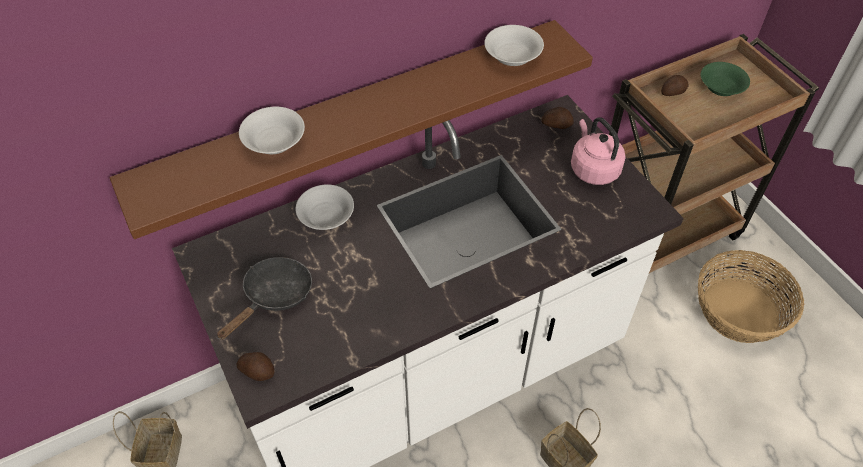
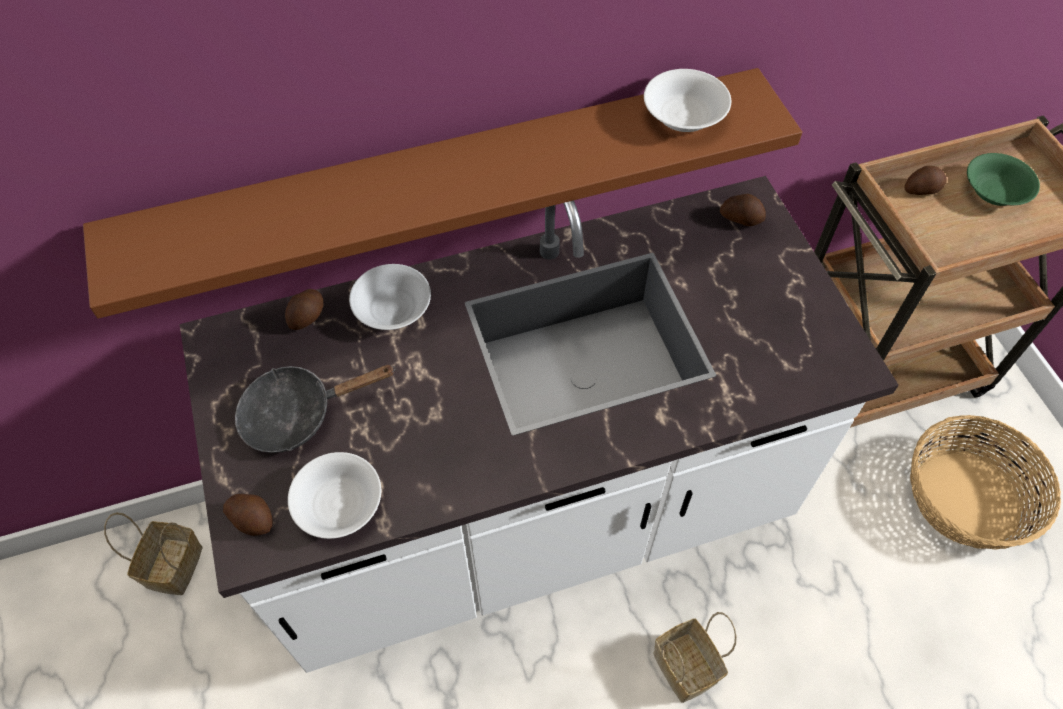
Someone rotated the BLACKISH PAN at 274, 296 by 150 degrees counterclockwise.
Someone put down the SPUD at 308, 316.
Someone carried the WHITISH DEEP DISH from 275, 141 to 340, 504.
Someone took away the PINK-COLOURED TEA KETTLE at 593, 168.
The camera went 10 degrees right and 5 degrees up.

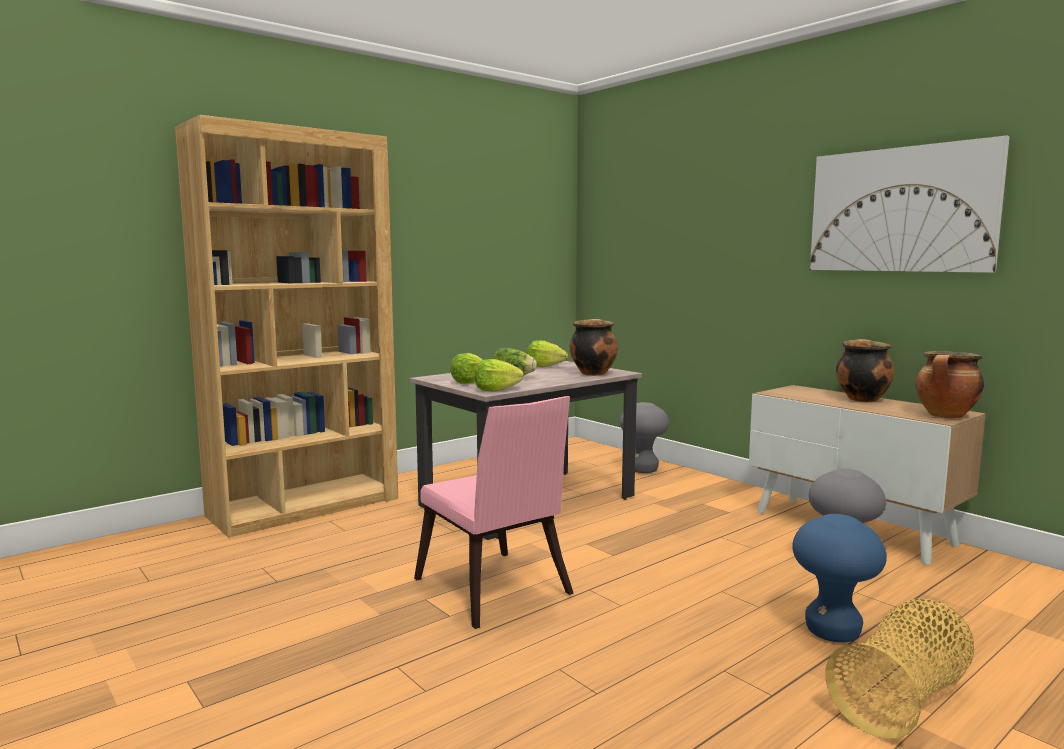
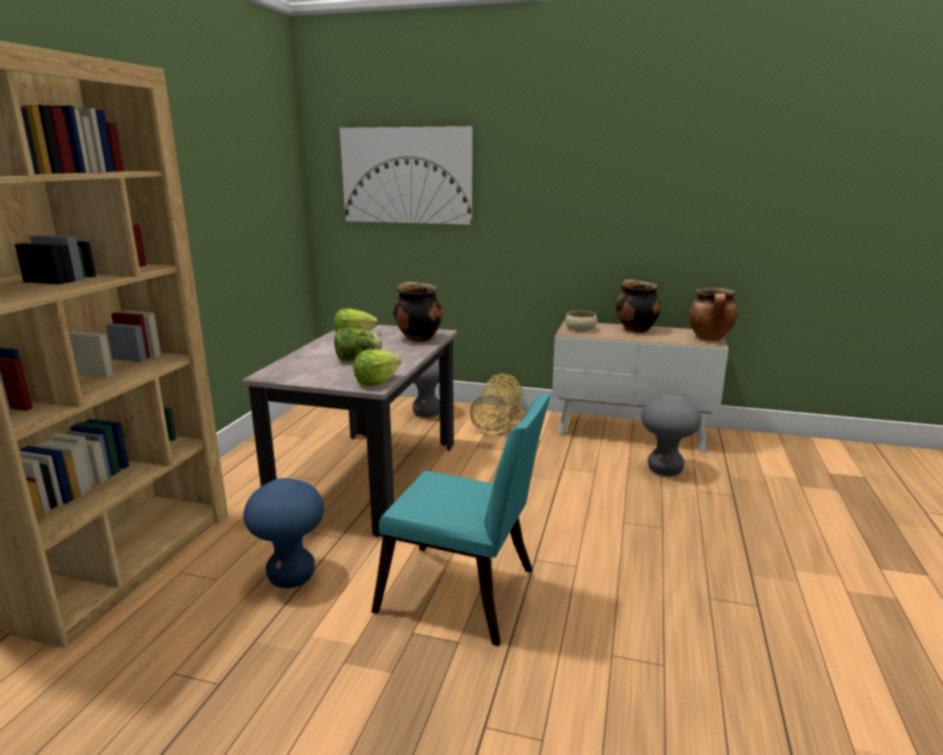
Someone carried the BLUE STOOL SEAT from 832, 632 to 291, 577.
Someone carried the PICTURE from 900, 210 to 407, 175.
Someone repainted the PINK-COLOURED CHAIR at 495, 592, which became the BLUE-GREEN CHAIR at 465, 595.
Someone carried the BASKET from 902, 699 to 498, 419.
Someone put down the SAND-COLOURED DEEP DISH at 580, 329.
Someone took away the LETTUCE at 469, 382.
The camera went 35 degrees left and 10 degrees up.

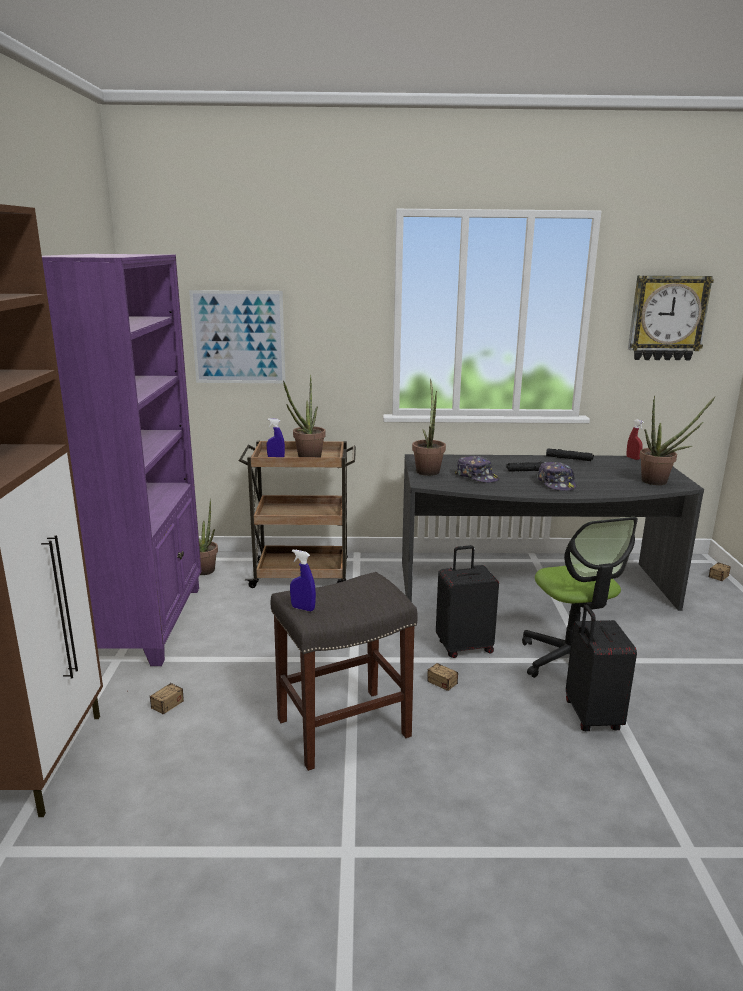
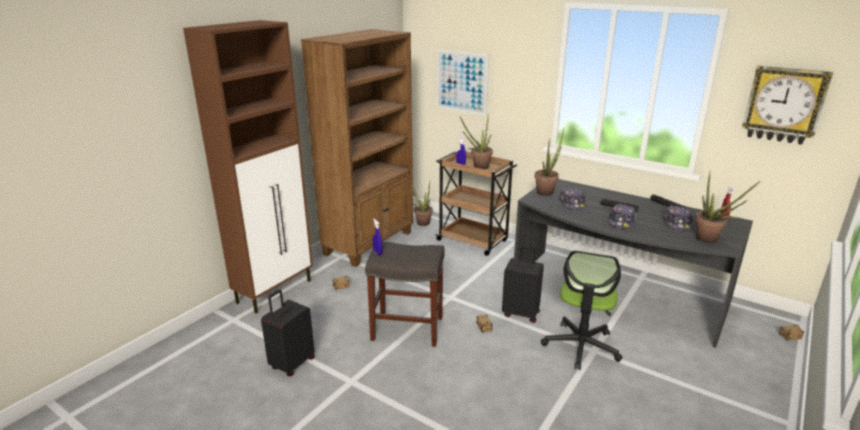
Someone carried the BLACKISH TRAVEL CASE from 590, 716 to 292, 363.
Someone repainted the PURPLISH BOOKCASE at 147, 622, which became the BROWNISH BOOKCASE at 370, 243.
Someone put down the PEAKED CAP at 677, 223.
The camera went 35 degrees right and 5 degrees up.

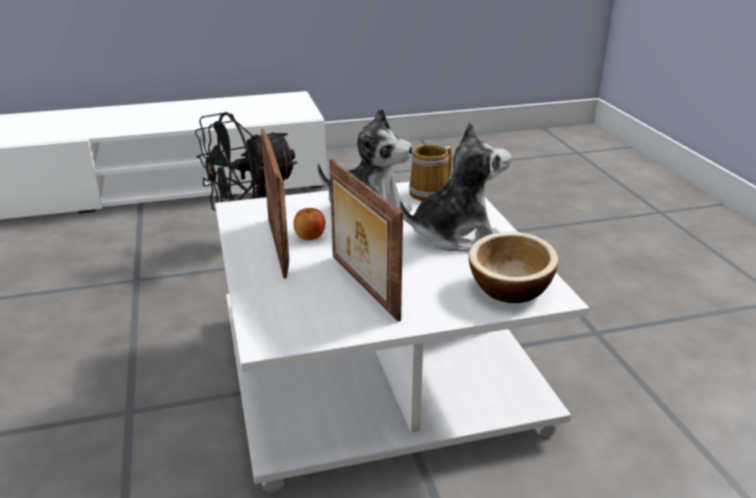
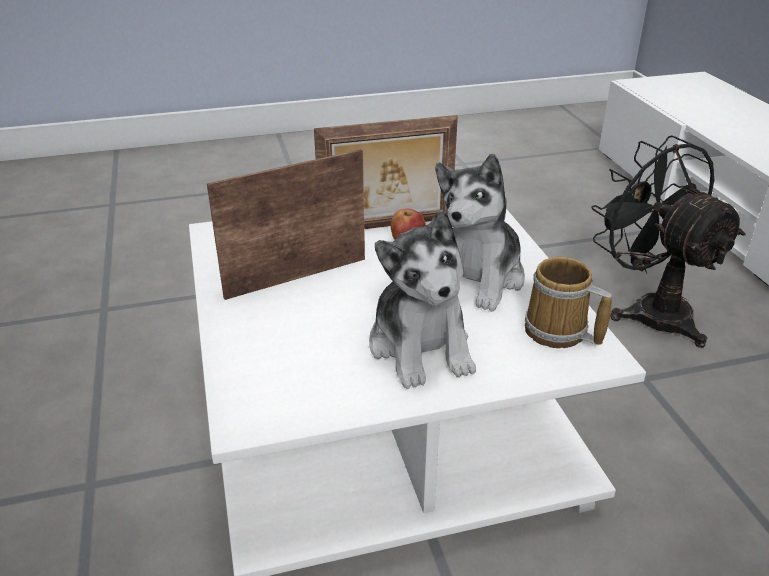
Someone took away the DEEP DISH at 509, 288.
The camera went 90 degrees right and 5 degrees up.

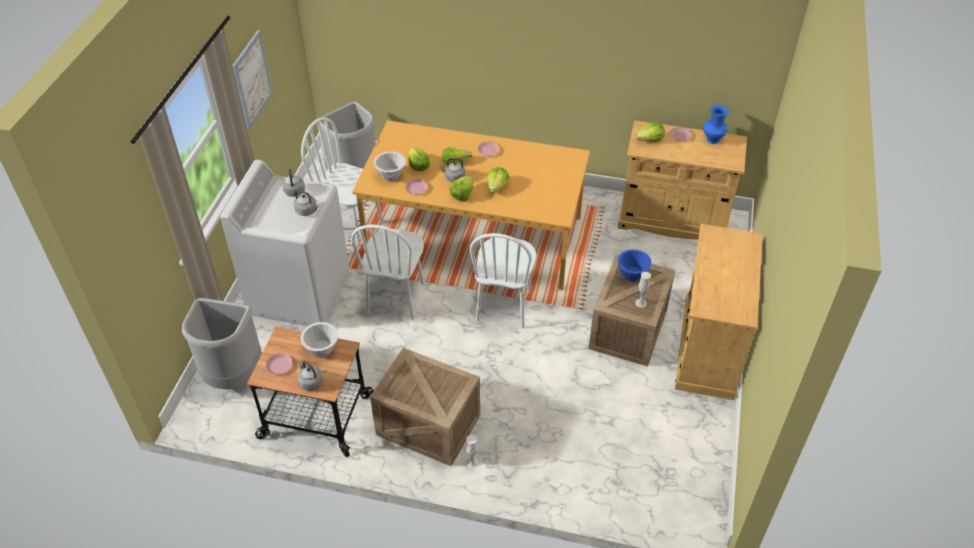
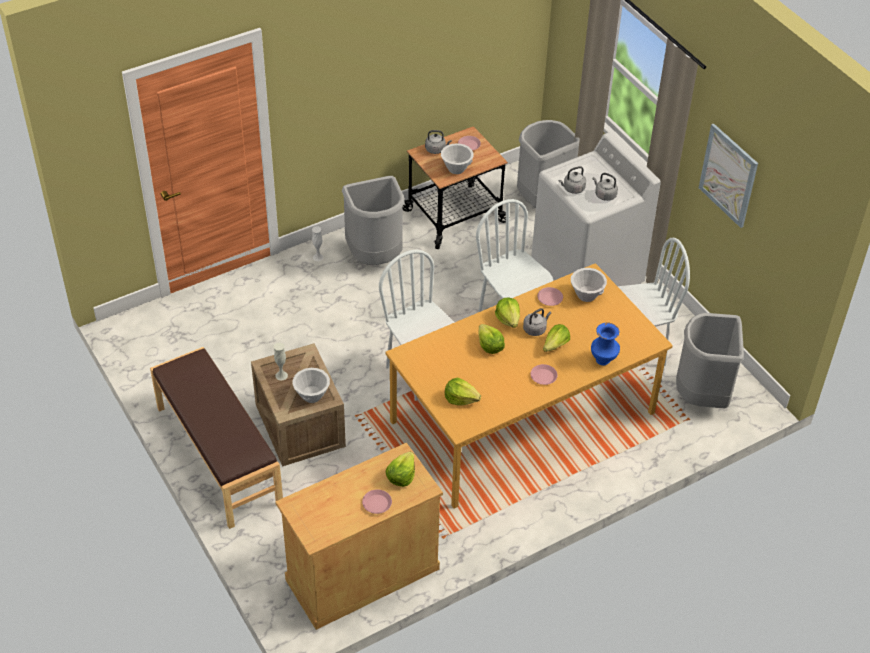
Someone swapped the SAND-COLOURED CUPBOARD at 708, 347 for the BROWNISH BENCH at 217, 455.
Someone repainted the BLUE DEEP DISH at 632, 274, which became the WHITISH DEEP DISH at 312, 396.
Someone swapped the PACKING CRATE at 426, 425 for the GREY TRASH CAN at 375, 257.
Someone carried the LETTUCE from 418, 165 to 461, 398.
Someone carried the BLUE VASE from 712, 140 to 603, 360.
The camera went 135 degrees right and 0 degrees up.

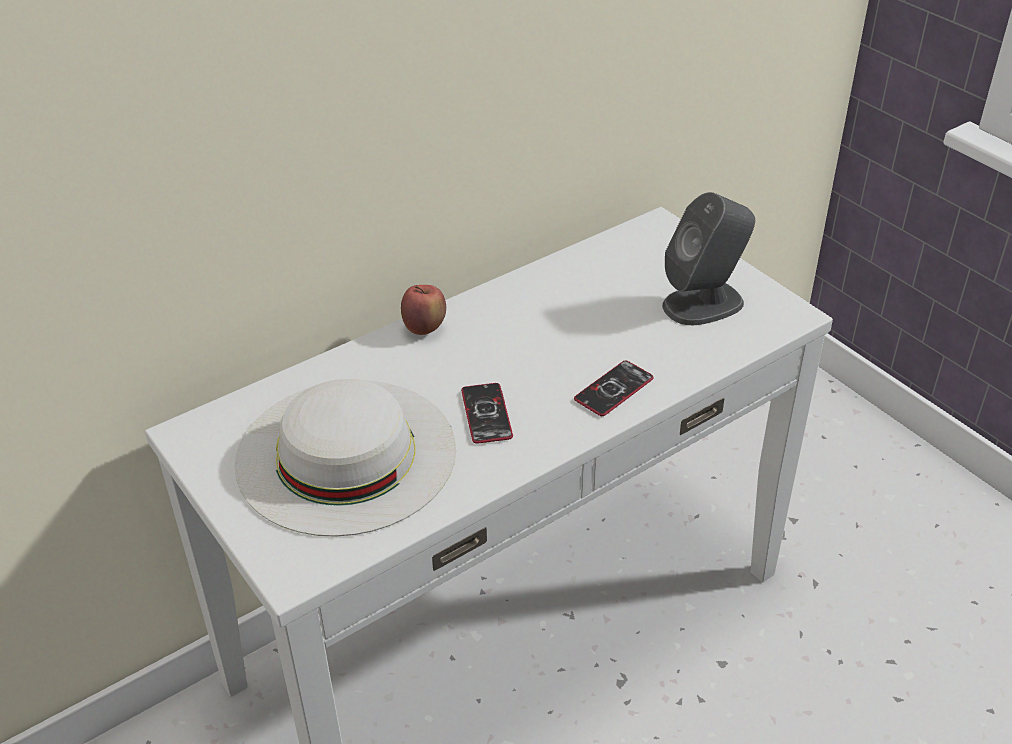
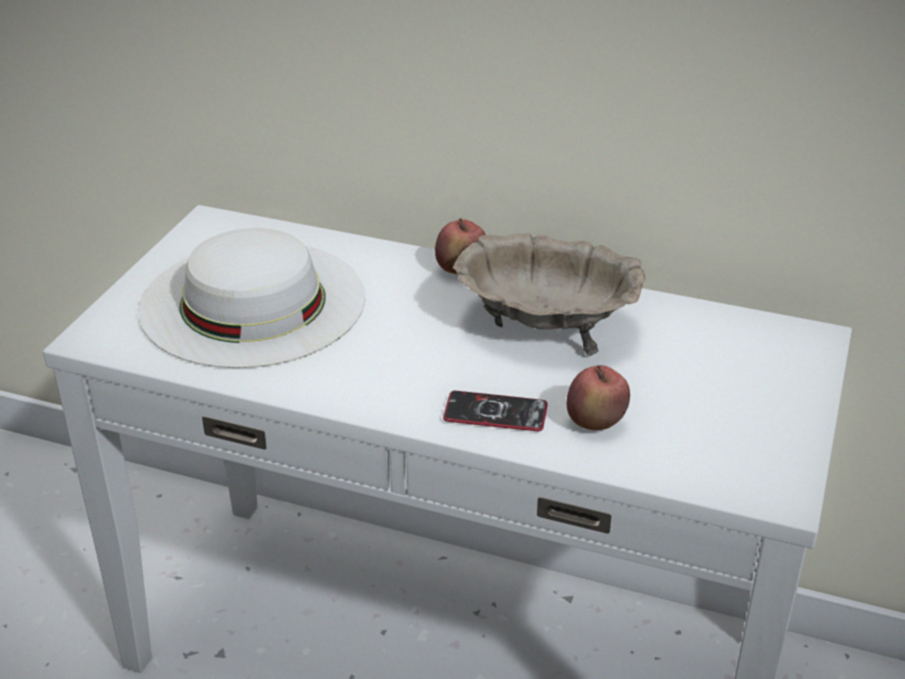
Someone put down the SAND-COLOURED DEEP DISH at 545, 327.
Someone put down the APPLE FRUIT at 595, 424.
Someone took away the TELEPHONE at 486, 414.
Someone took away the GREY SPEAKER at 704, 303.
The camera went 55 degrees right and 5 degrees down.

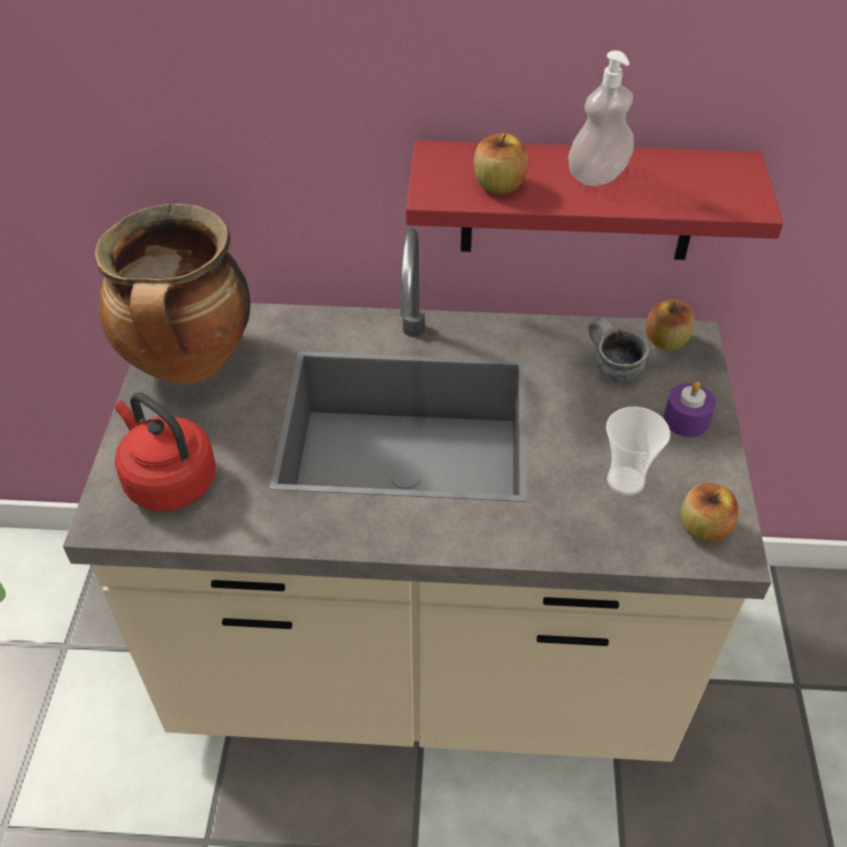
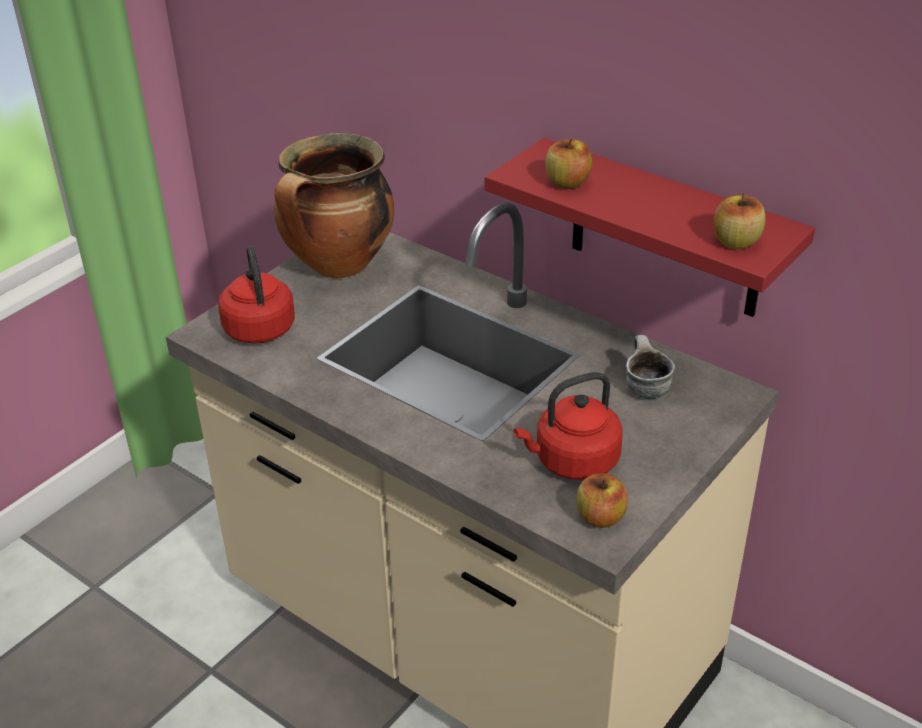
Someone swapped the DRINKING CUP at 625, 481 for the RED TEA KETTLE at 572, 461.
Someone carried the APPLE FRUIT from 665, 341 to 736, 242.
Someone took away the SOAP DISPENSER at 597, 176.
Someone took away the PURPLISH WAX LIGHT at 686, 420.
The camera went 35 degrees right and 10 degrees down.

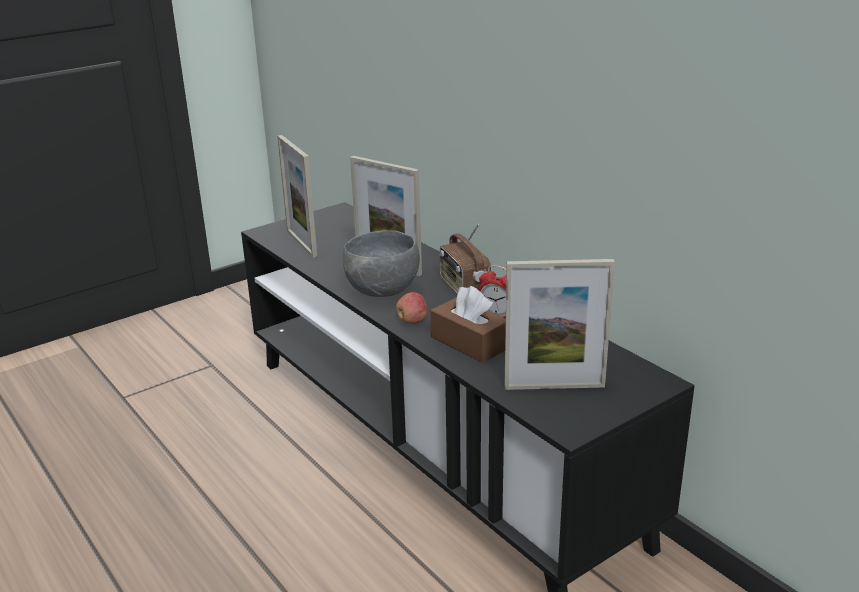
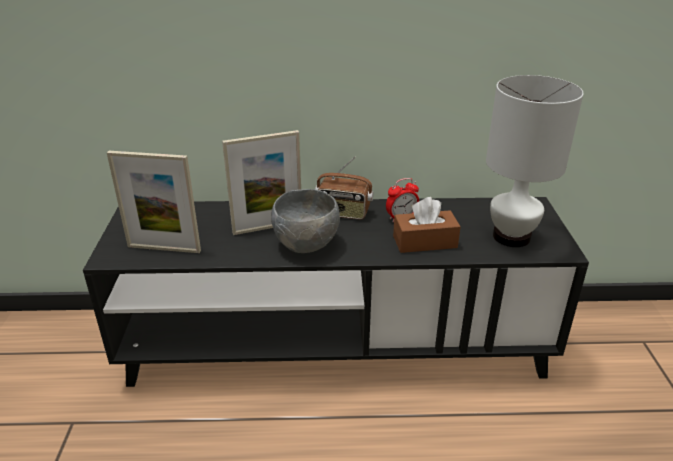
Someone swapped the PICTURE FRAME at 554, 386 for the WHITISH TABLE LAMP at 511, 236.
Someone took away the APPLE FRUIT at 412, 321.
The camera went 55 degrees left and 5 degrees up.

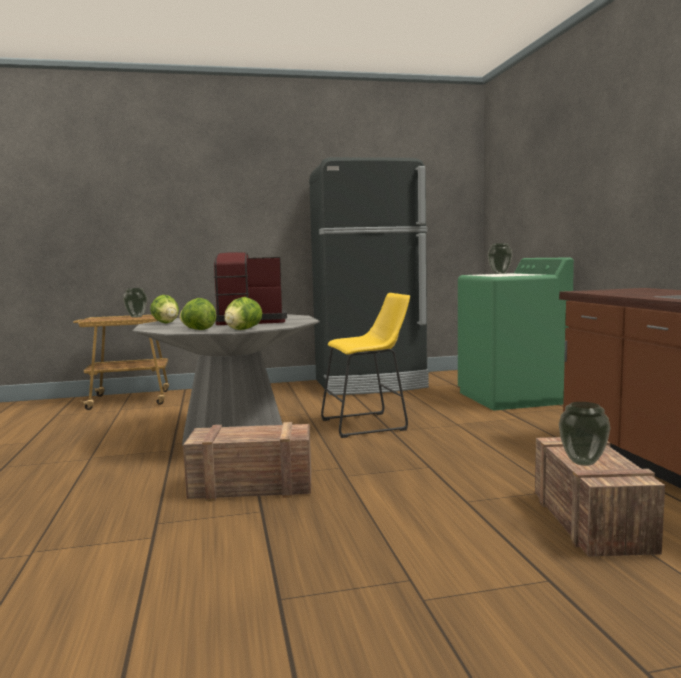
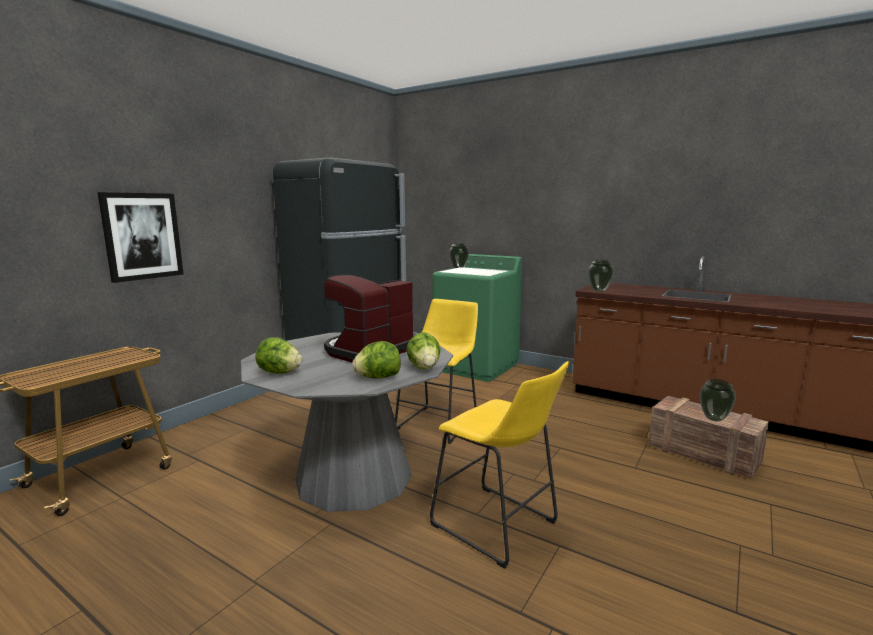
Someone put up the PICTURE at 142, 236.
Someone swapped the PACKING CRATE at 250, 487 for the YELLOW-COLOURED STOOL SEAT at 499, 527.
Someone carried the VASE from 136, 317 to 599, 291.
The camera went 45 degrees left and 5 degrees up.

